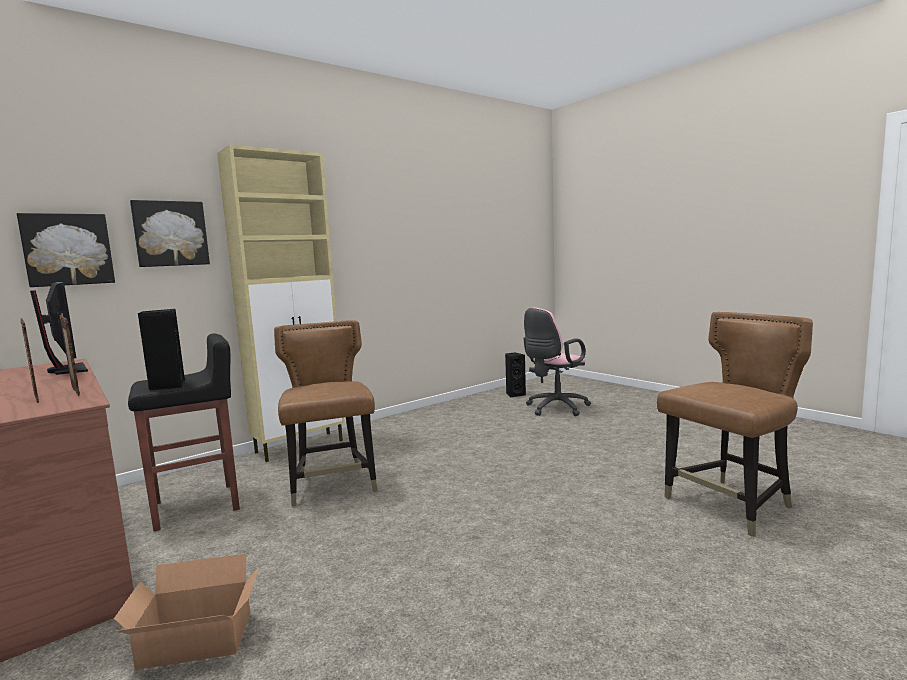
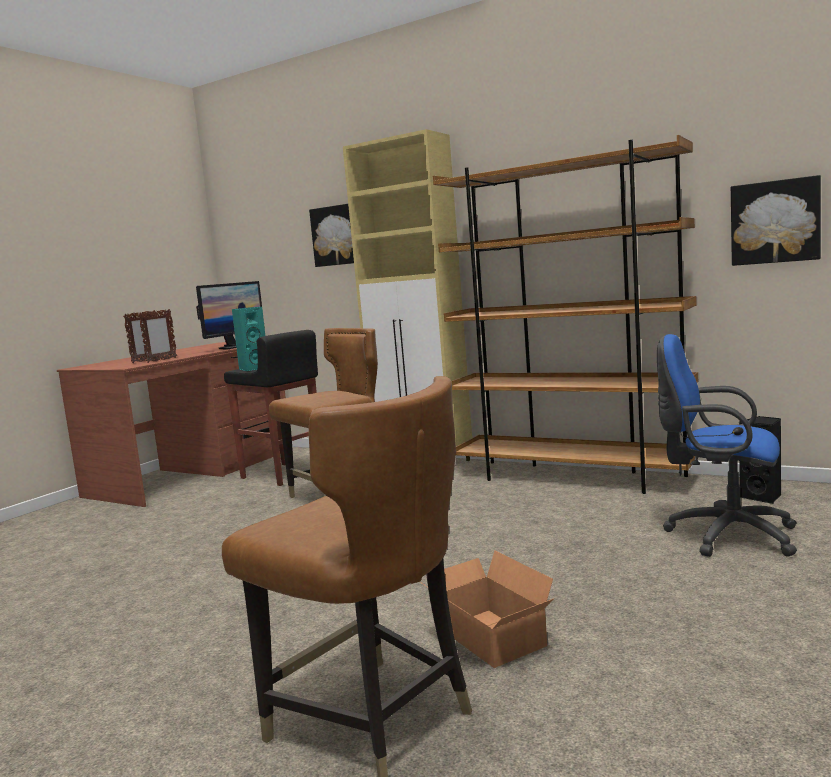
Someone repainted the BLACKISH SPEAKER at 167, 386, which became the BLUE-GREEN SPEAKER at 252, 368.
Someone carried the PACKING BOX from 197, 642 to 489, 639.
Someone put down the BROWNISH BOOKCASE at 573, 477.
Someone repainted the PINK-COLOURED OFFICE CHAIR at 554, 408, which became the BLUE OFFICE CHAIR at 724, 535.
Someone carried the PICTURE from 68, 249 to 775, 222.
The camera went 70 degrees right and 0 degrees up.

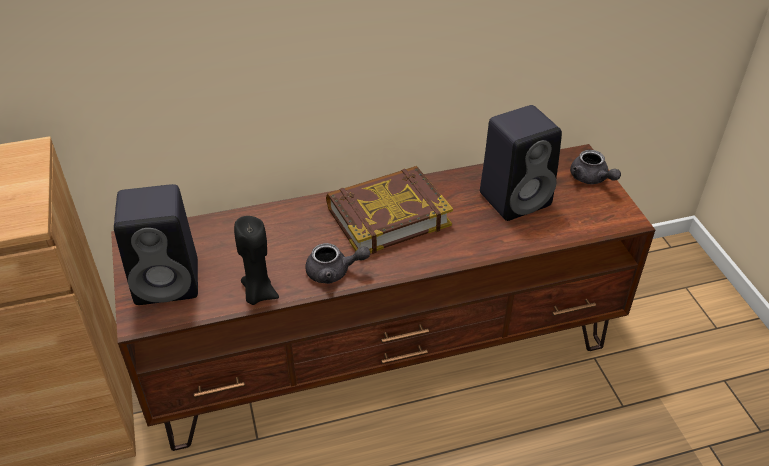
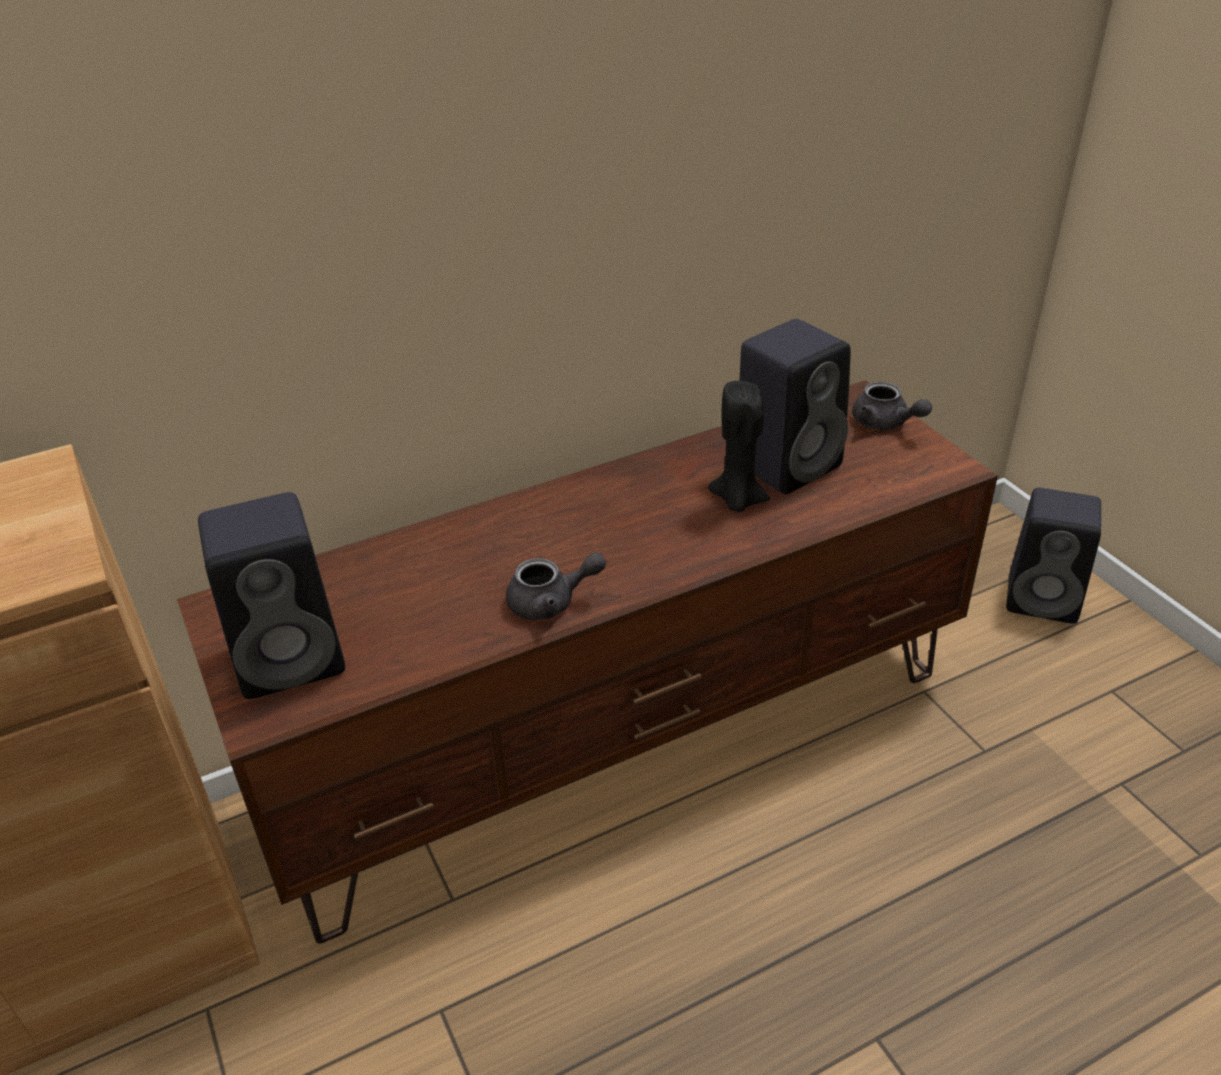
Someone carried the BLACKISH WAX LIGHT from 258, 294 to 737, 501.
Someone put down the BLACKISH SPEAKER at 1045, 599.
Someone took away the VOLUME at 387, 216.
The camera went 10 degrees left and 5 degrees down.

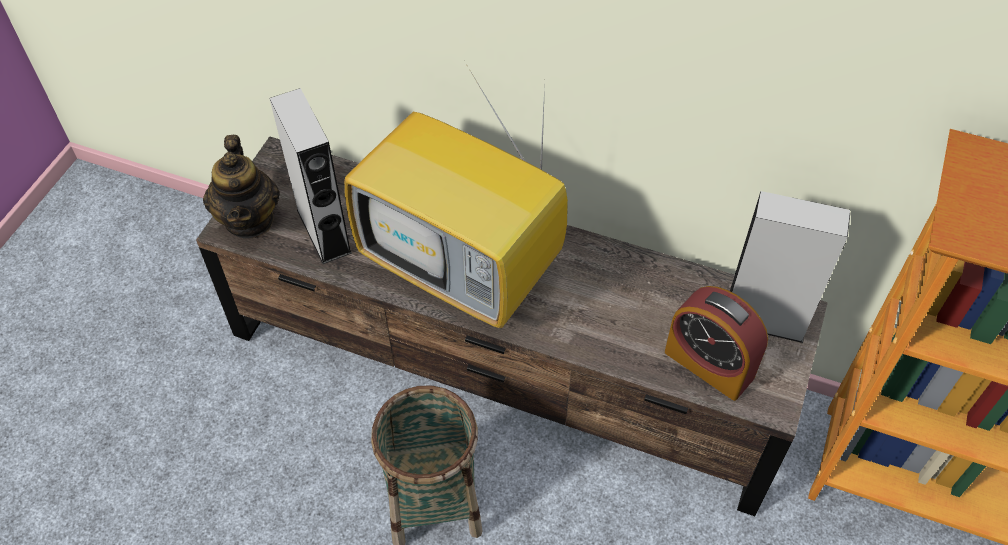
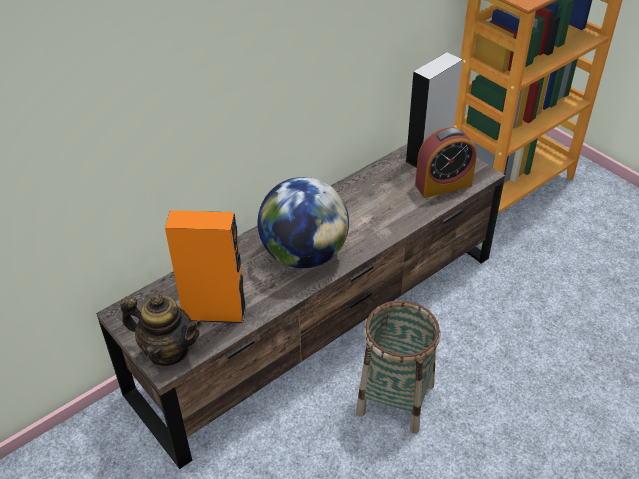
Someone repainted the GREY SPEAKER at 324, 231, which became the ORANGE-COLOURED SPEAKER at 214, 312.
Someone swapped the TELEVISION at 465, 269 for the DESK GLOBE at 304, 254.
The camera went 60 degrees left and 10 degrees down.

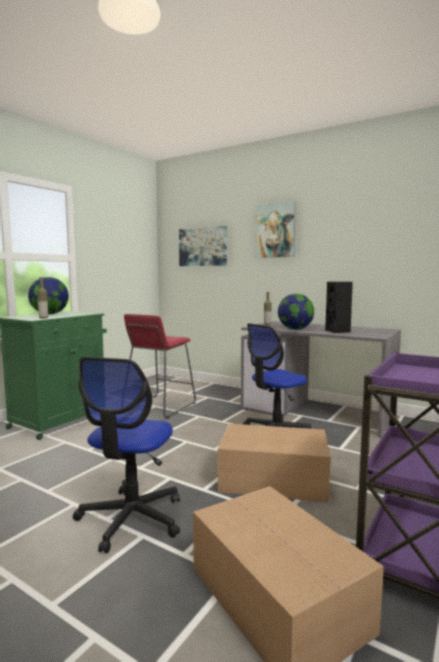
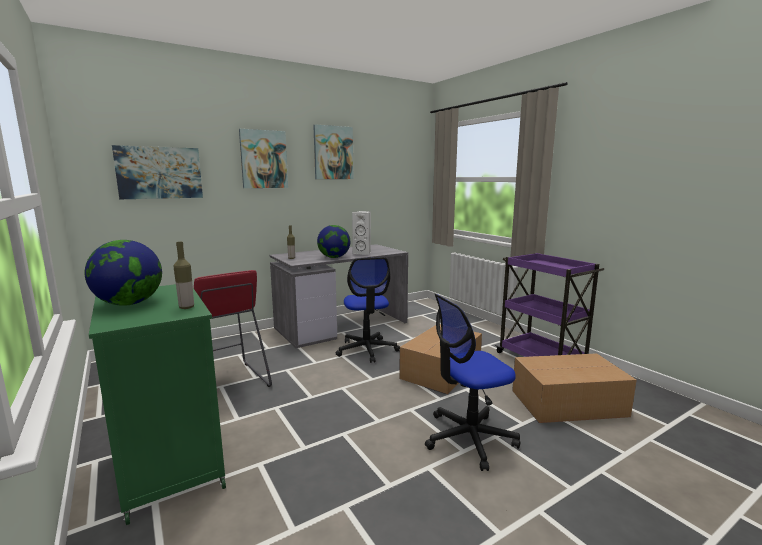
Someone put up the PICTURE at 333, 153.
Someone repainted the BLACKISH SPEAKER at 338, 331, which became the WHITISH SPEAKER at 363, 253.
Someone rotated the OFFICE CHAIR at 131, 518 by 120 degrees clockwise.
The camera went 65 degrees left and 5 degrees up.

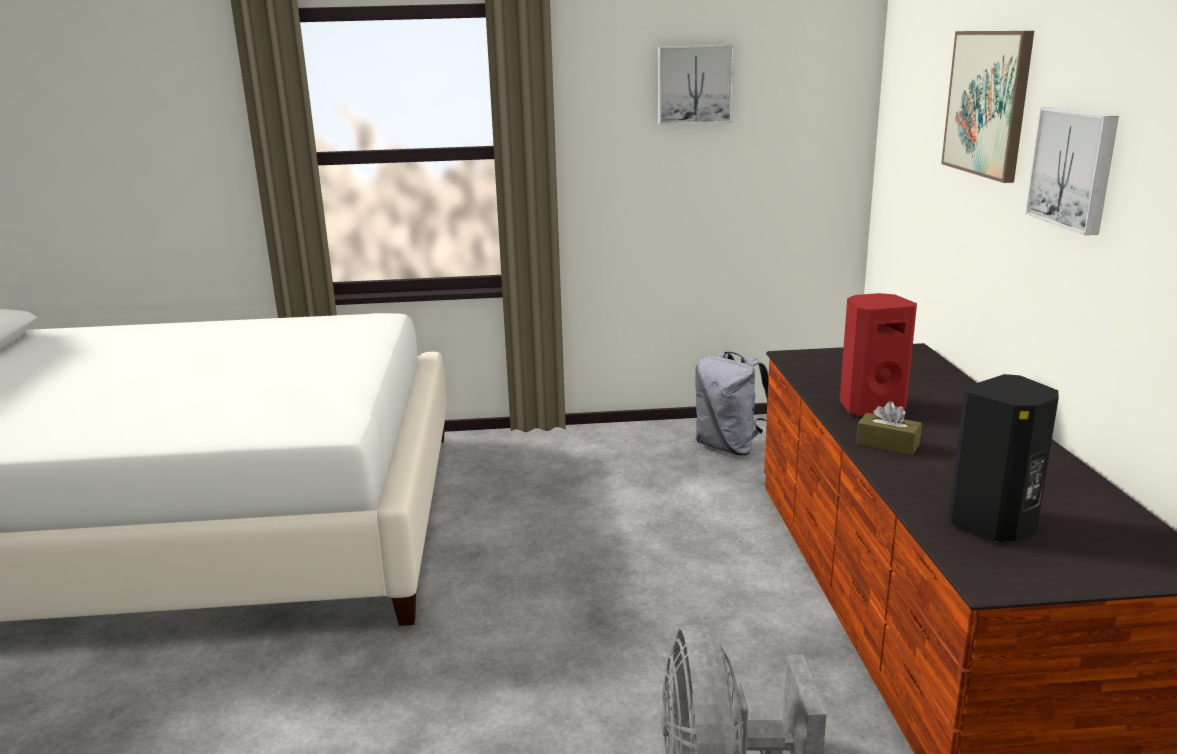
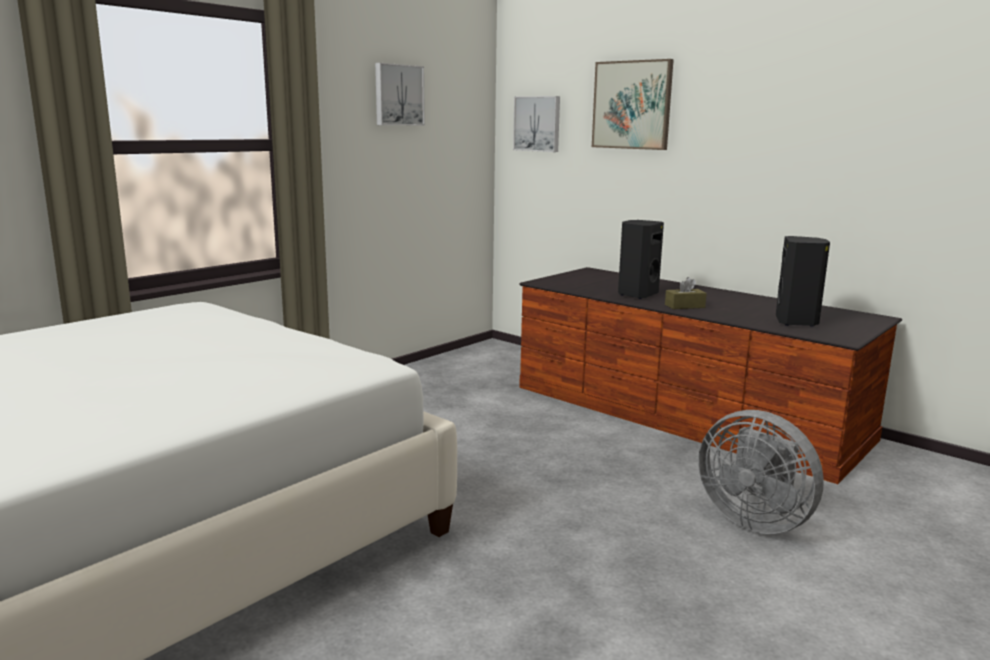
Someone carried the PICTURE from 1075, 168 to 537, 124.
Someone repainted the RED SPEAKER at 870, 406, which became the BLACKISH SPEAKER at 636, 294.
Someone took away the GREY RUCKSACK at 729, 447.
The camera went 45 degrees left and 5 degrees down.

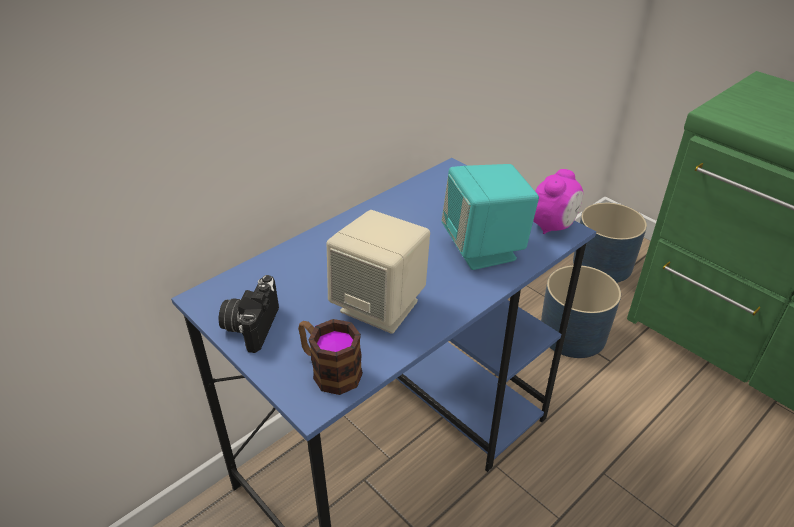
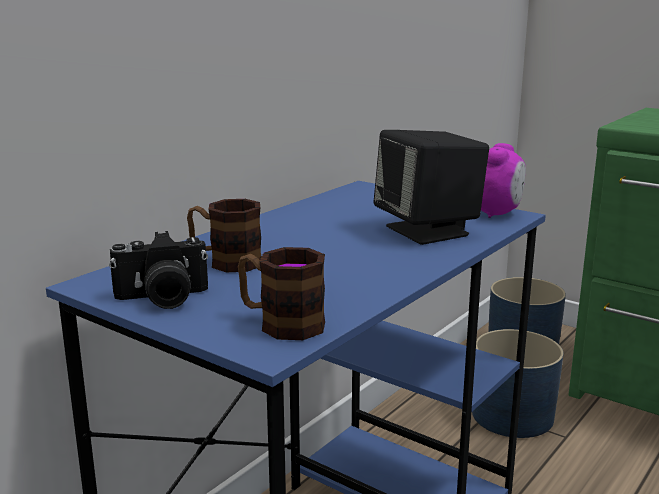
Someone rotated the STILL CAMERA at 251, 326 by 105 degrees counterclockwise.
Someone put down the MUG at 225, 261.
Someone repainted the BLUE-GREEN SPEAKER at 484, 249, which became the BLACKISH SPEAKER at 428, 231.
Someone took away the SAND-COLOURED SPEAKER at 380, 306.
The camera went 10 degrees left and 20 degrees down.

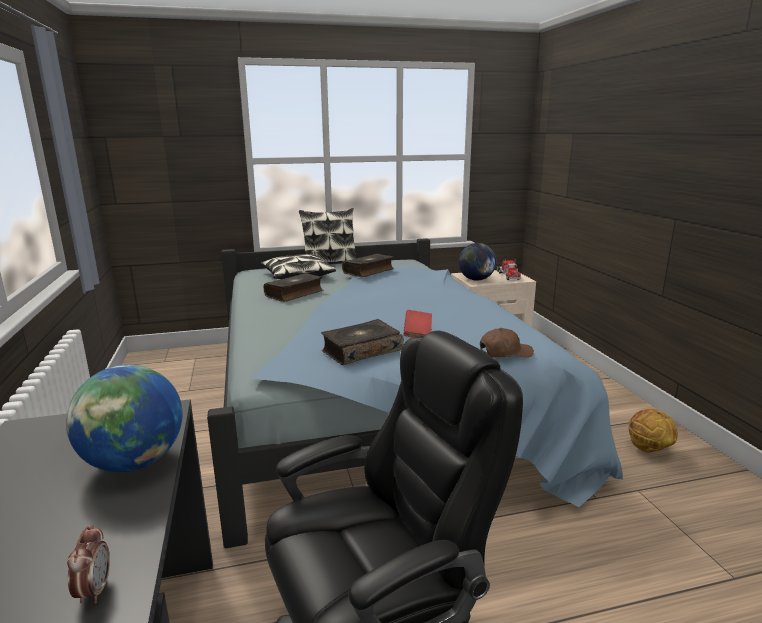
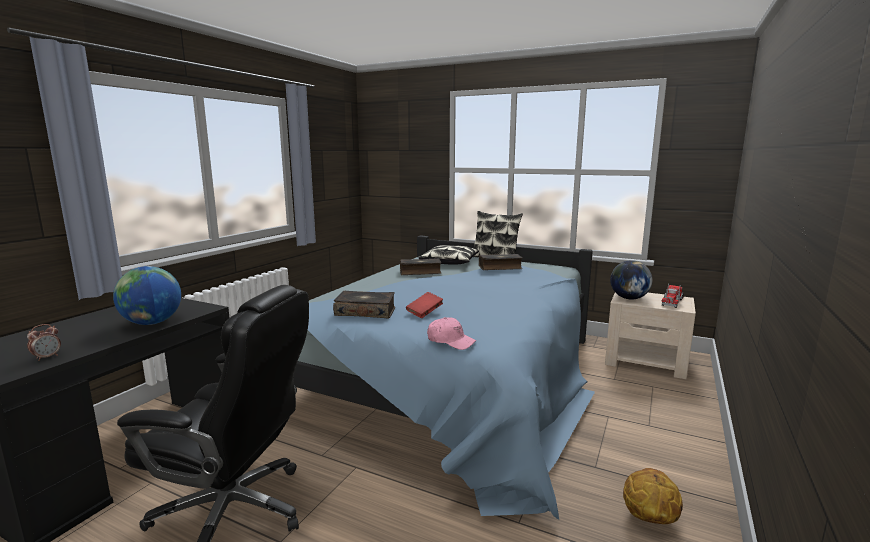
Someone repainted the BROWNISH PEAKED CAP at 505, 353, which became the PINK-COLOURED PEAKED CAP at 450, 341.
The camera went 40 degrees right and 5 degrees down.

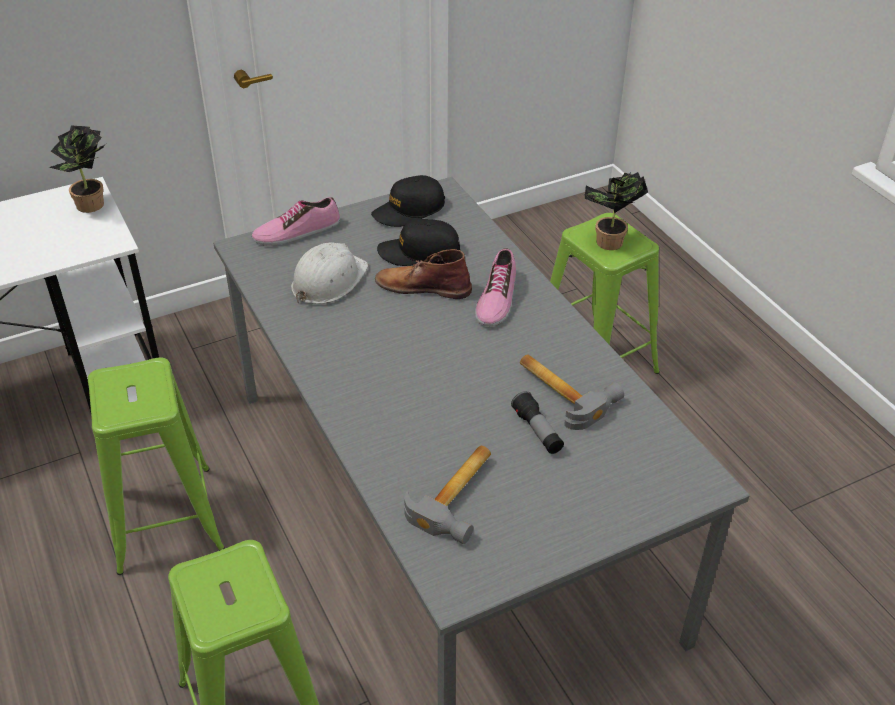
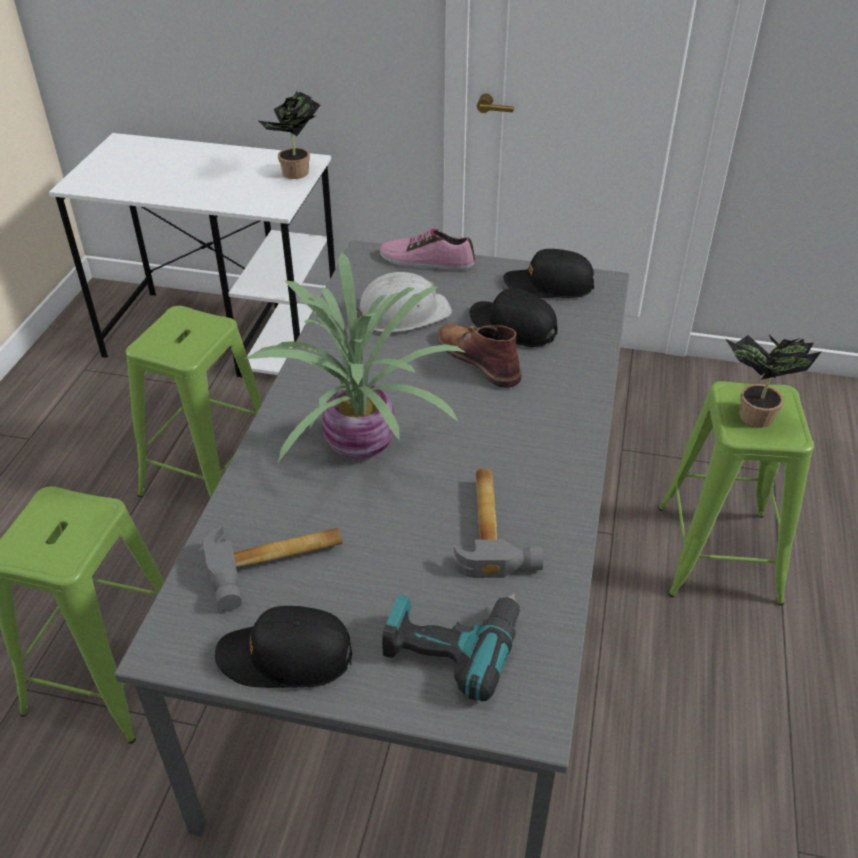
Someone put down the BLACKISH PEAKED CAP at 285, 657.
Someone put down the POTTED PLANT at 356, 446.
Someone put down the DRILL at 452, 644.
Someone took away the ITEM OF FOOTWEAR at 496, 298.
Someone took away the TORCH at 537, 431.
The camera went 40 degrees right and 0 degrees up.

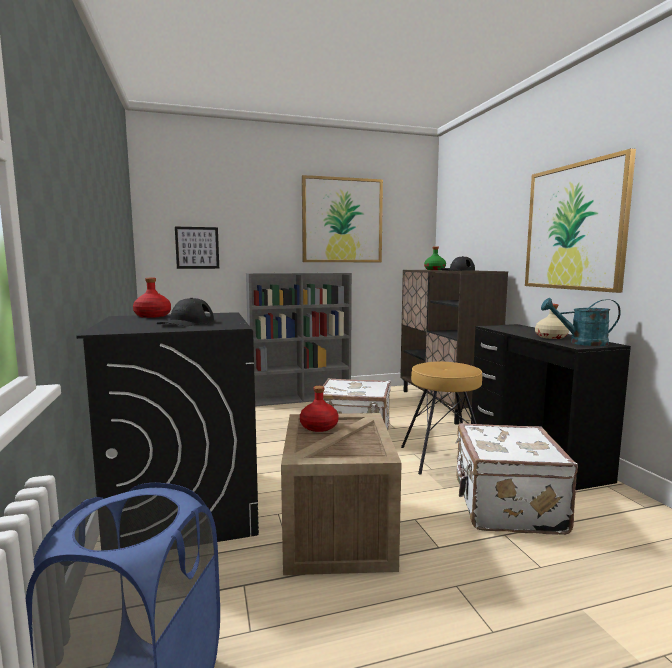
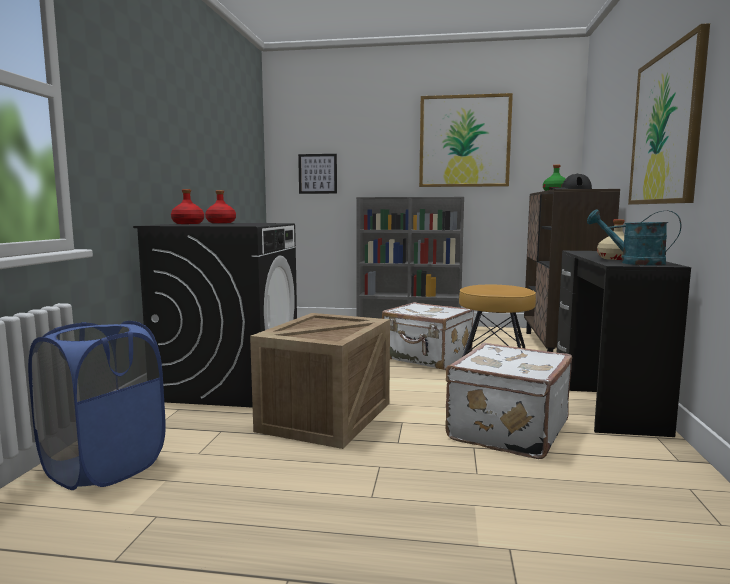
Someone carried the RED BEVERAGE BOTTLE from 319, 427 to 188, 223.
Someone took away the BLACKISH PEAKED CAP at 186, 323.
The camera went 25 degrees right and 0 degrees up.

